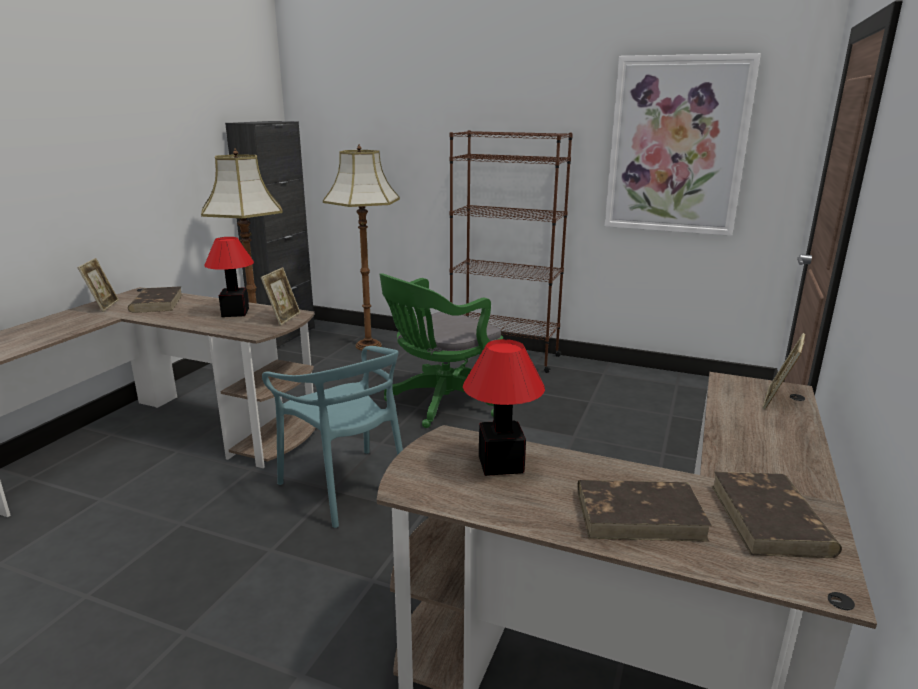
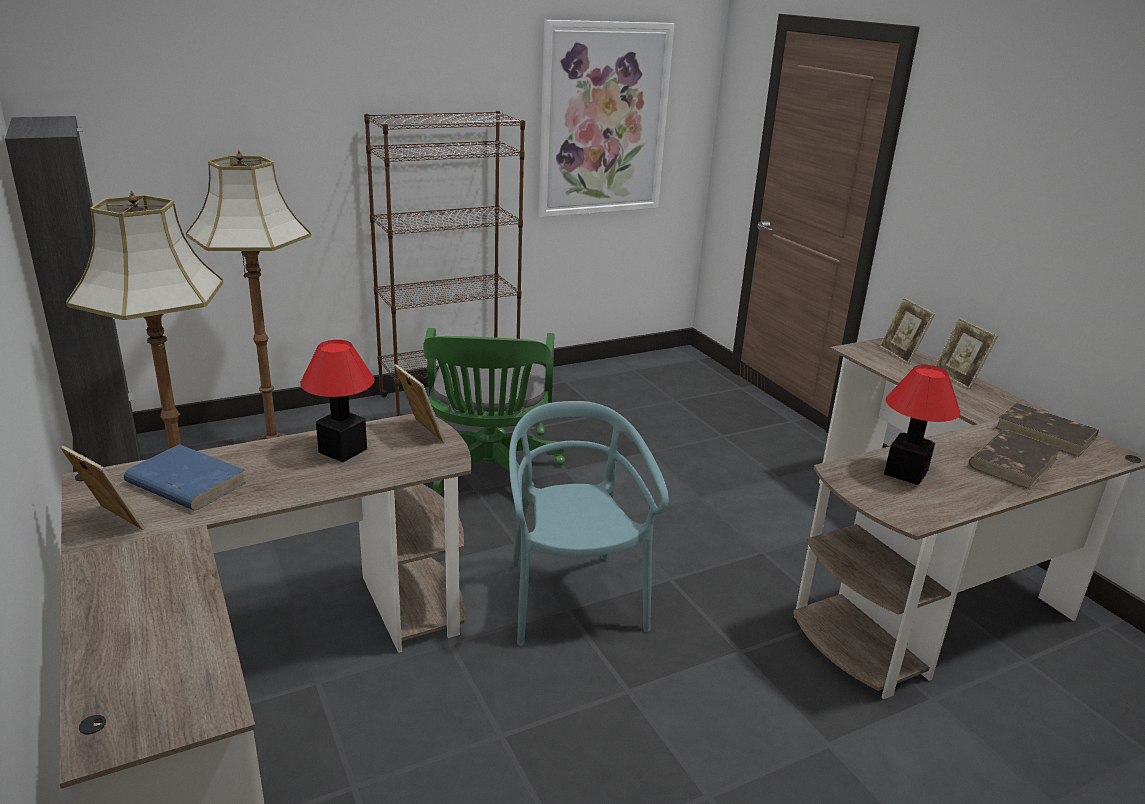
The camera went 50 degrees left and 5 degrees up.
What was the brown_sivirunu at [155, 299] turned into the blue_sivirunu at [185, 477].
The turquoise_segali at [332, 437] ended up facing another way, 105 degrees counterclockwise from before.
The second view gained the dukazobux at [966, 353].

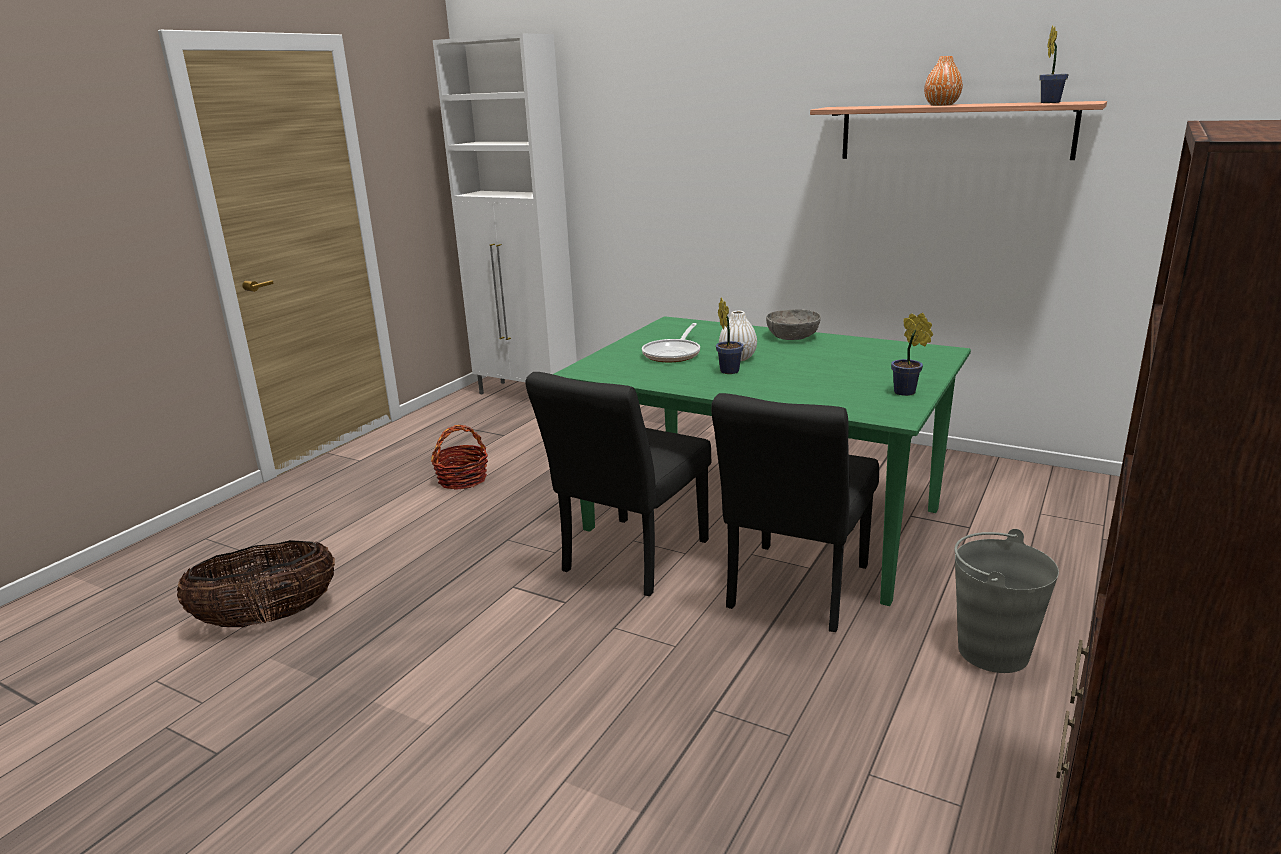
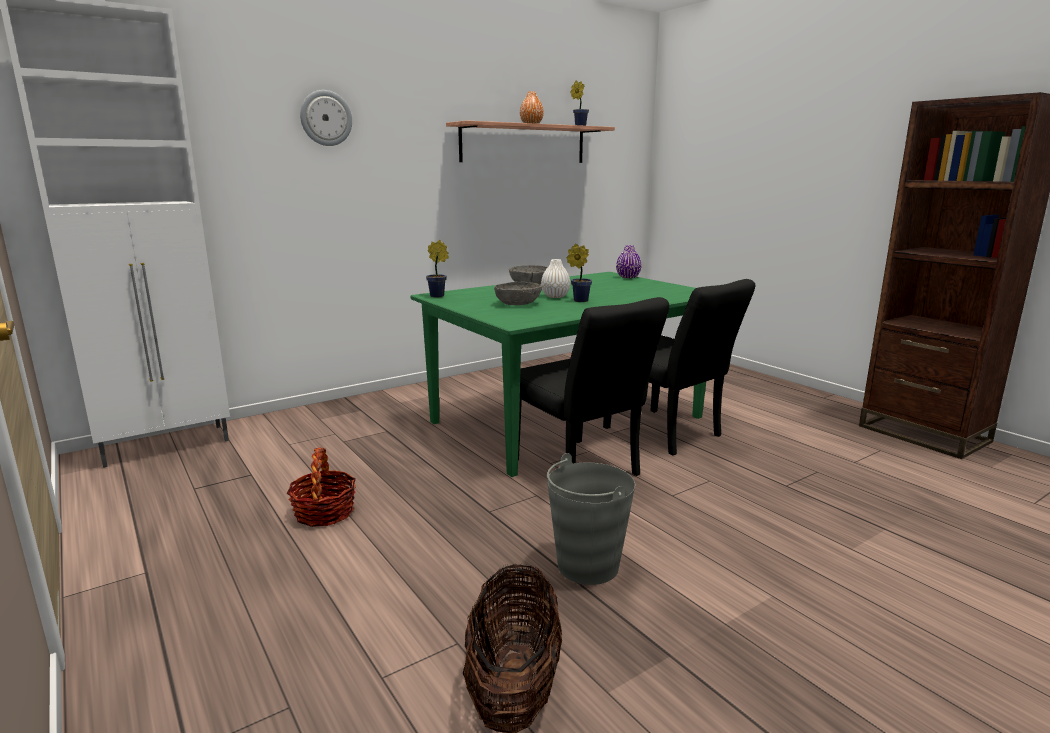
The camera went 65 degrees left and 5 degrees down.
The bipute ended up elsewhere, having gone from [912, 354] to [437, 268].
Where the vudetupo stood at [671, 342], the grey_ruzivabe came to stand at [518, 293].
The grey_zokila ended up elsewhere, having gone from [1006, 601] to [591, 519].
The second view gained the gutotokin at [326, 118].
The second view gained the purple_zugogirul at [629, 261].

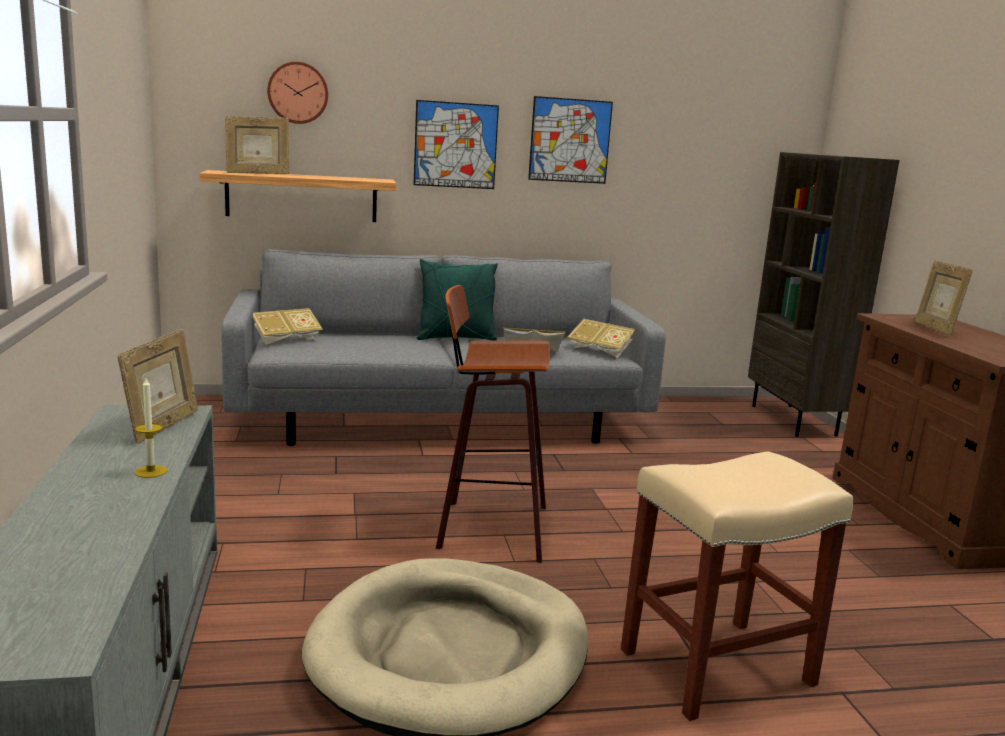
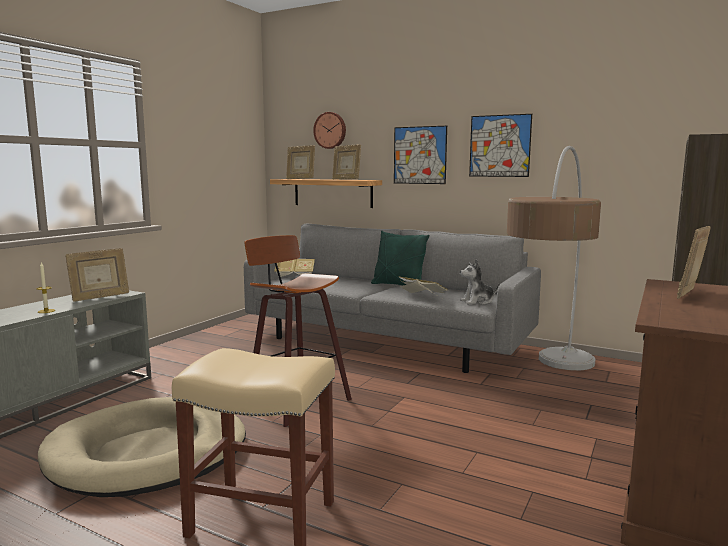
The camera went 40 degrees right and 5 degrees down.
Where the sivirunu stood at [601, 338], the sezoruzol came to stand at [479, 282].
The second view gained the dukazobux at [346, 162].
The second view gained the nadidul at [554, 258].

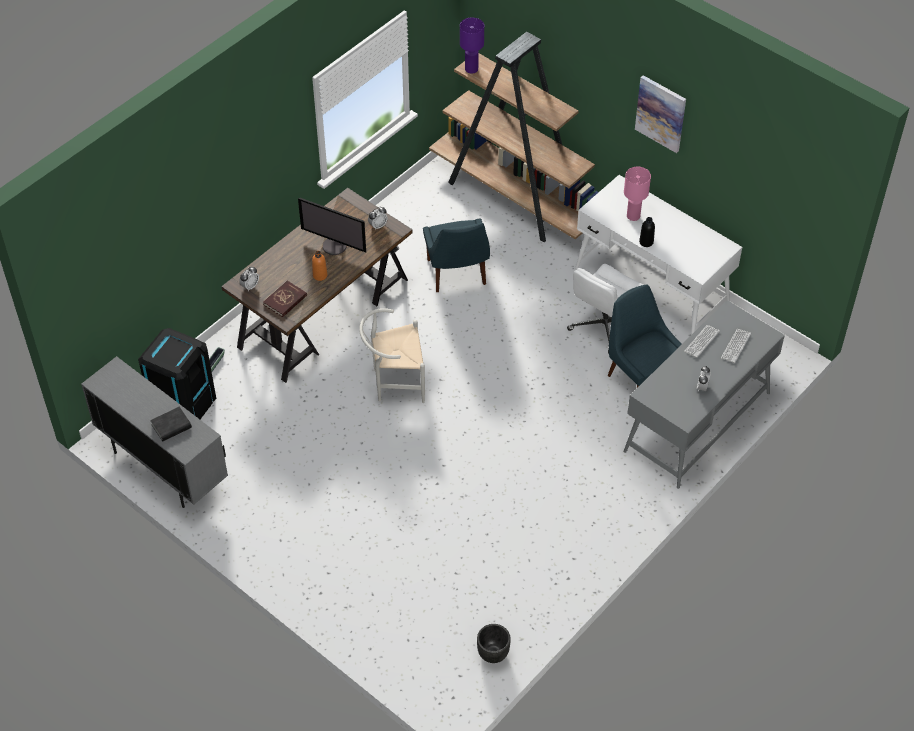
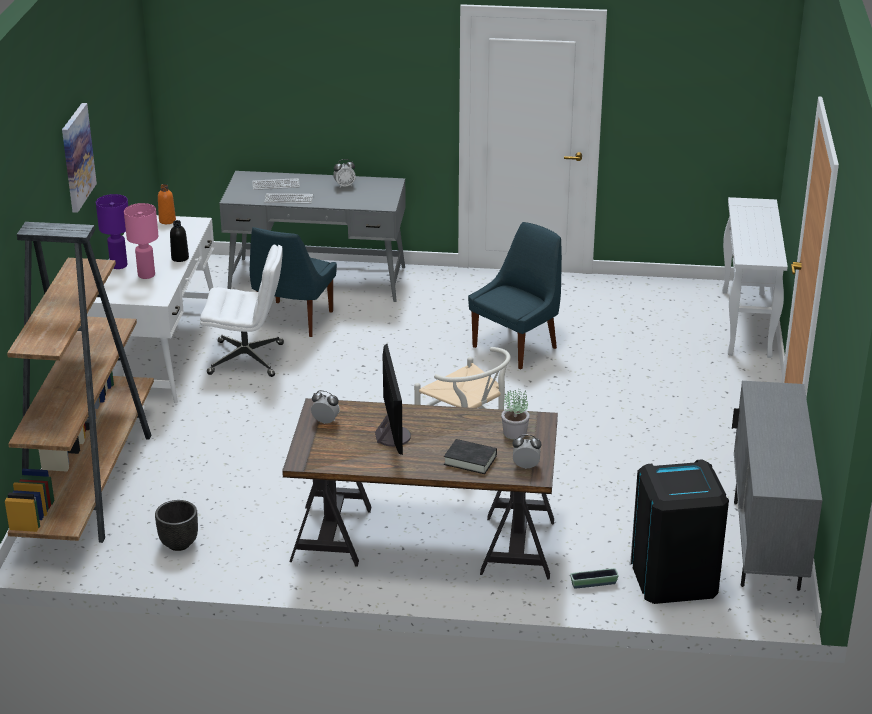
The camera went 125 degrees left and 20 degrees down.
The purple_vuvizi ended up elsewhere, having gone from [472, 46] to [112, 231].
The blue_segali ended up elsewhere, having gone from [456, 255] to [515, 295].
The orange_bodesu ended up elsewhere, having gone from [319, 266] to [167, 204].
Where the red_sivirunu stood at [285, 299], the bipute came to stand at [515, 414].
The black_sivirunu ended up elsewhere, having gone from [171, 424] to [470, 456].
The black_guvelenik ended up elsewhere, having gone from [494, 643] to [176, 525].
The second view gained the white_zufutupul at [755, 277].

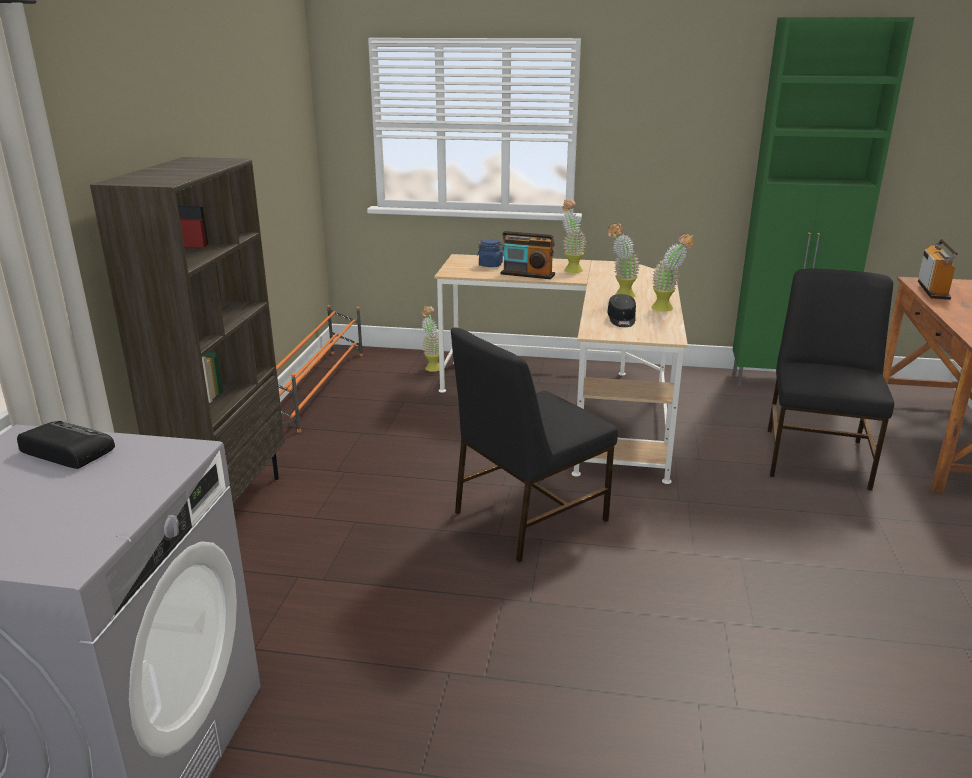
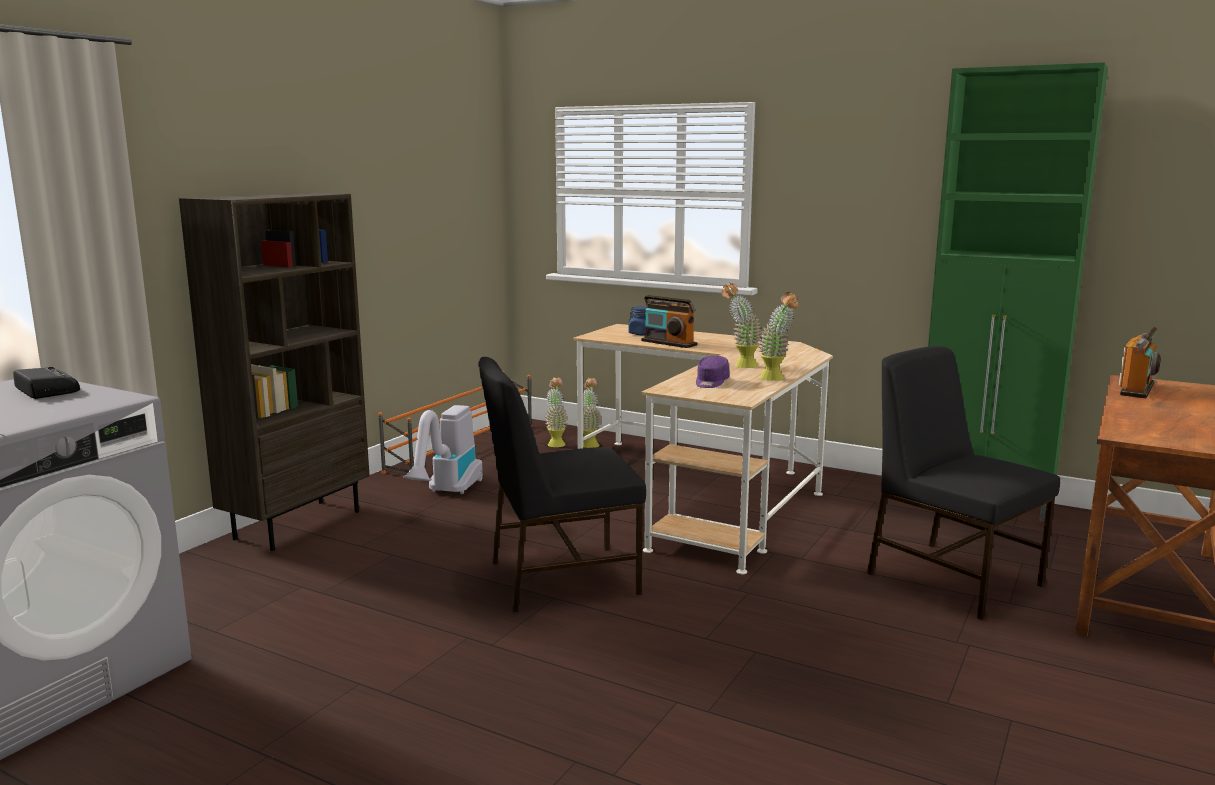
The camera went 20 degrees right and 10 degrees down.
The bipute ended up elsewhere, having gone from [574, 236] to [556, 412].
The black_segali at [831, 380] ended up facing another way, 75 degrees counterclockwise from before.
What was the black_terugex at [621, 310] turned into the purple_terugex at [712, 372].
The second view gained the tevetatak at [443, 449].

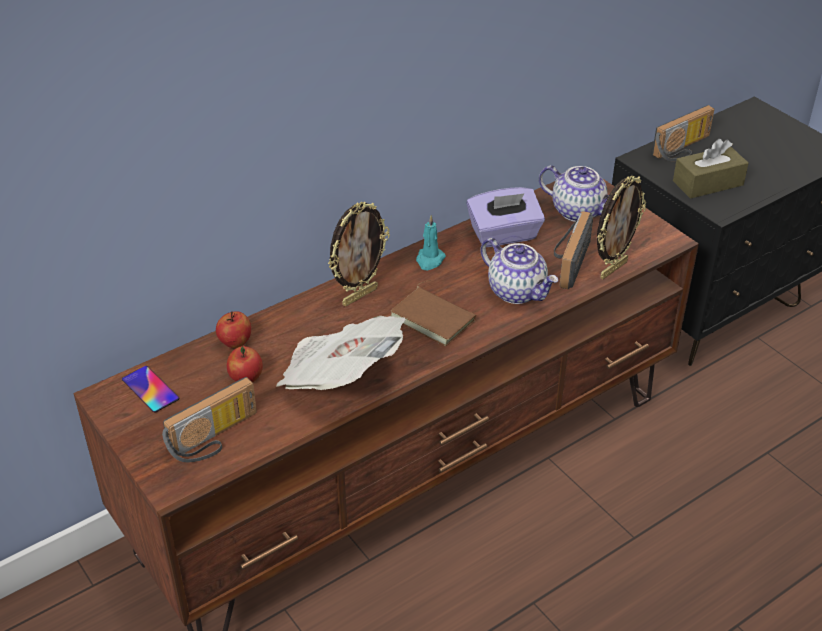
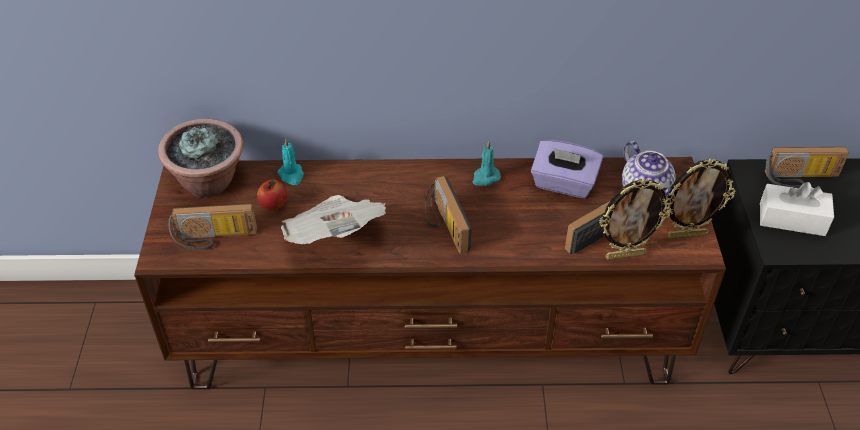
The camera went 35 degrees right and 5 degrees up.
What was the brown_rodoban at [711, 169] turned into the white_rodoban at [797, 209].
The dukazobux ended up elsewhere, having gone from [359, 254] to [700, 199].
The second view lost the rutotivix at [519, 271].
Where the brown_sivirunu stood at [433, 313], the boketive came to stand at [448, 215].
Where the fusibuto stood at [233, 329], the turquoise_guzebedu came to stand at [290, 161].
Where the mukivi stood at [150, 389], the bipute came to stand at [200, 157].

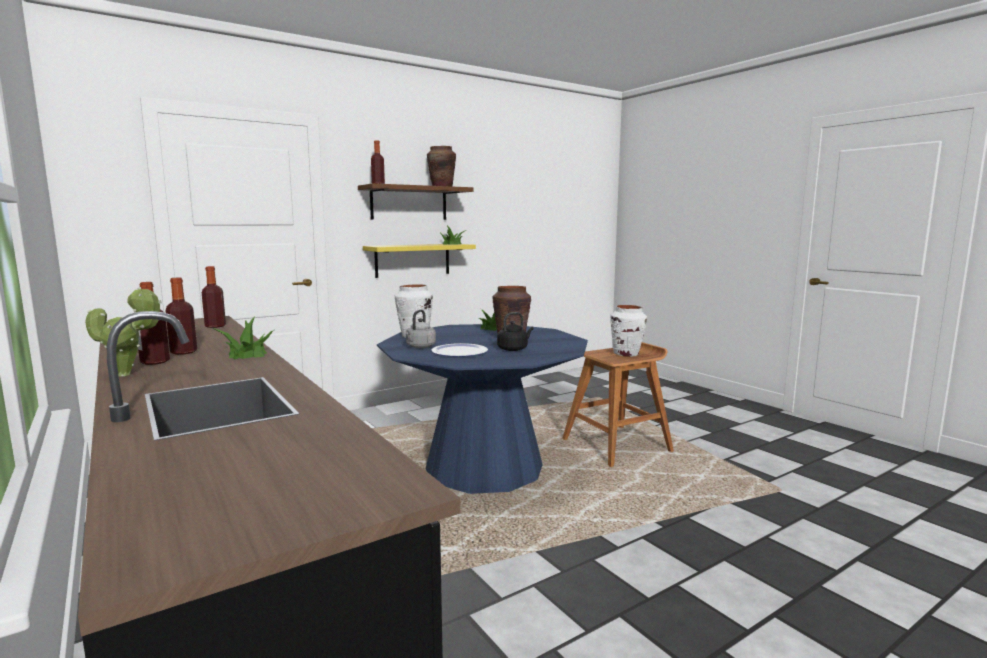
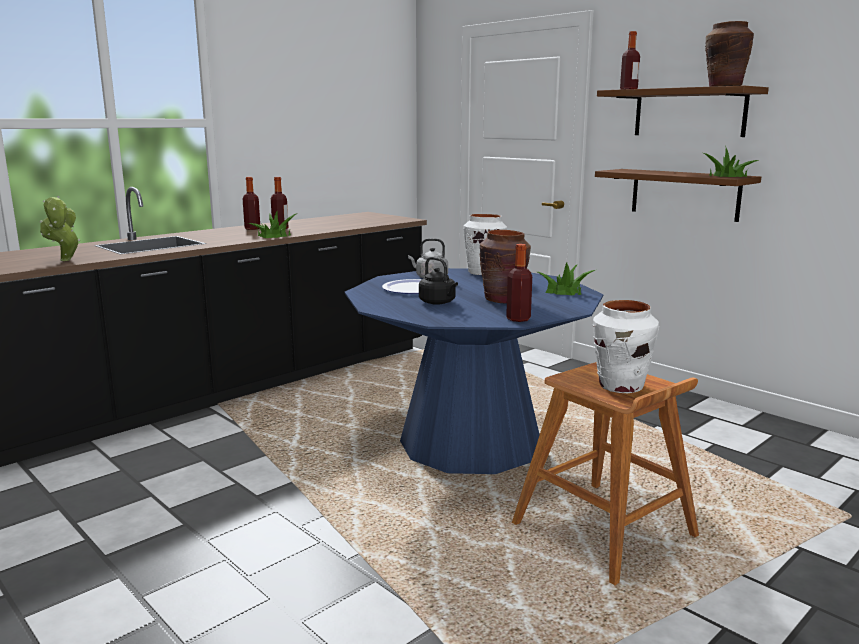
The camera went 80 degrees right and 5 degrees up.
What was the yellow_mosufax at [419, 261] turned into the brown_mosufax at [678, 195].
The bodesu ended up elsewhere, having gone from [214, 297] to [519, 283].
The bipute ended up elsewhere, having gone from [123, 332] to [60, 228].

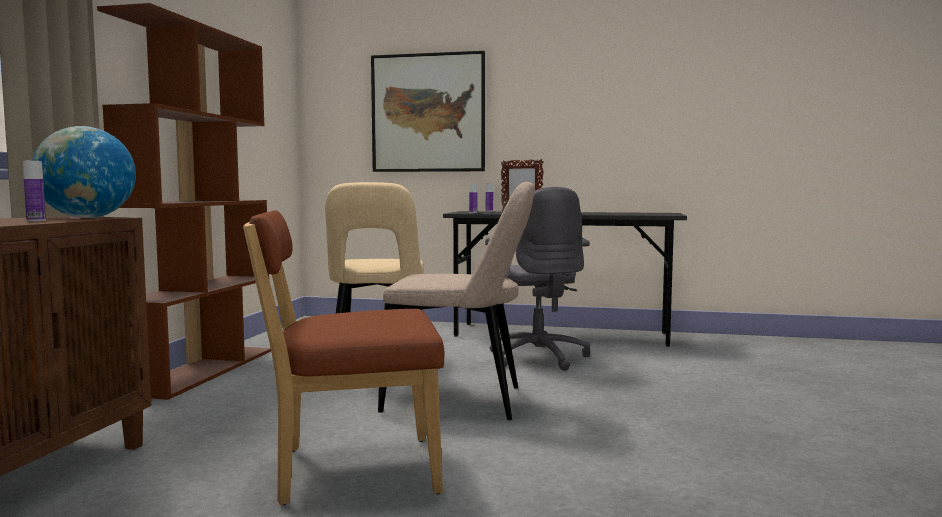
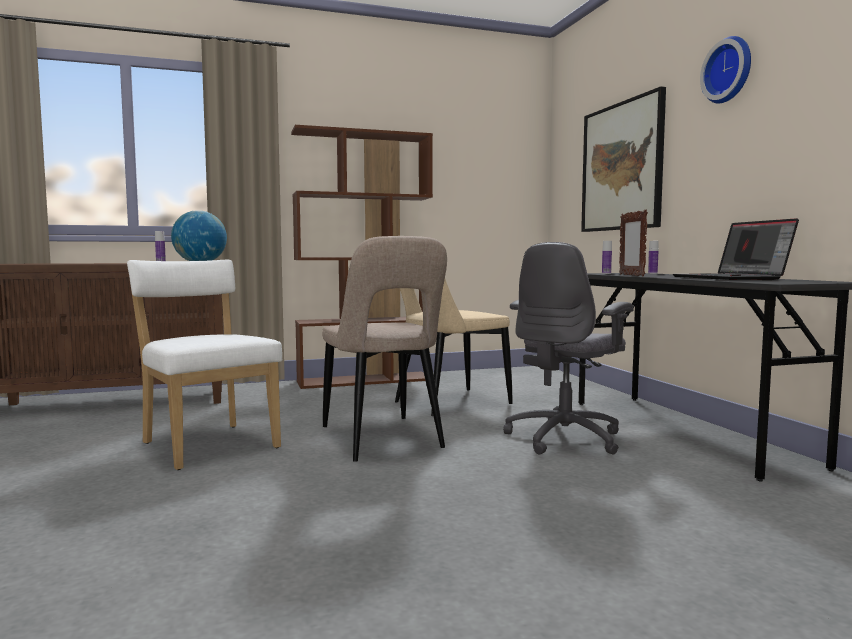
The camera went 60 degrees right and 0 degrees up.
What was the brown_segali at [344, 357] turned into the white_segali at [204, 365].
The second view gained the gutotokin at [725, 69].
The second view gained the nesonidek at [736, 249].

